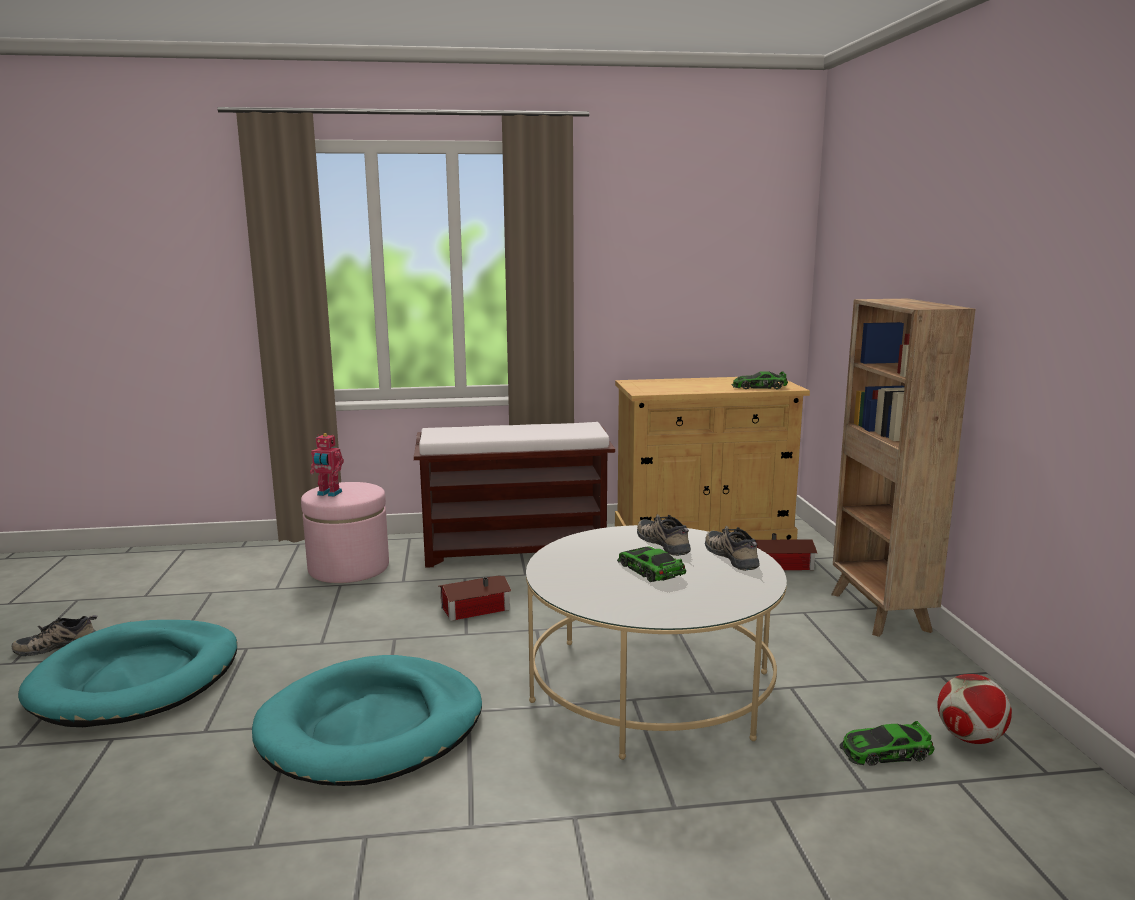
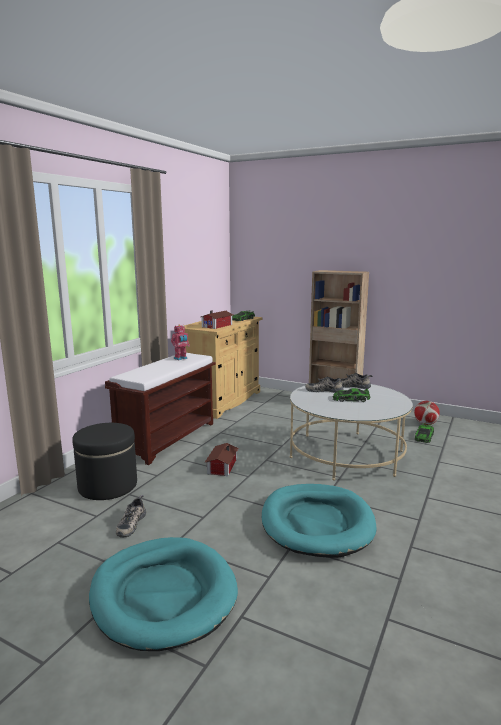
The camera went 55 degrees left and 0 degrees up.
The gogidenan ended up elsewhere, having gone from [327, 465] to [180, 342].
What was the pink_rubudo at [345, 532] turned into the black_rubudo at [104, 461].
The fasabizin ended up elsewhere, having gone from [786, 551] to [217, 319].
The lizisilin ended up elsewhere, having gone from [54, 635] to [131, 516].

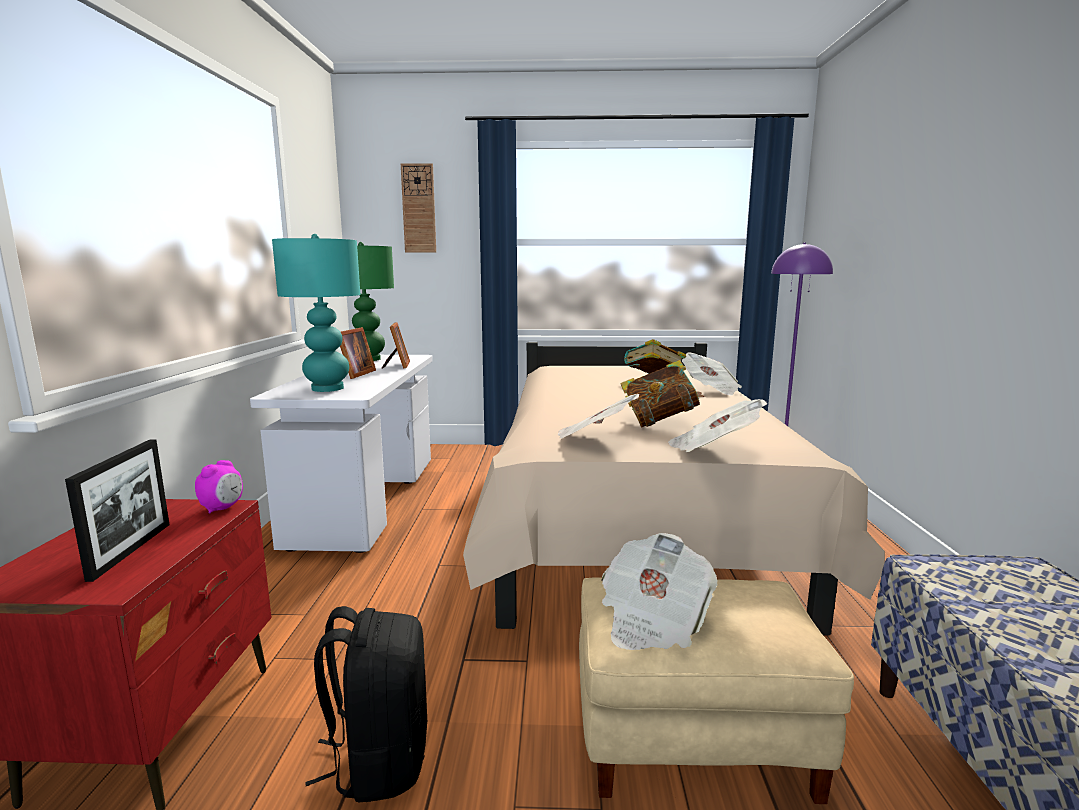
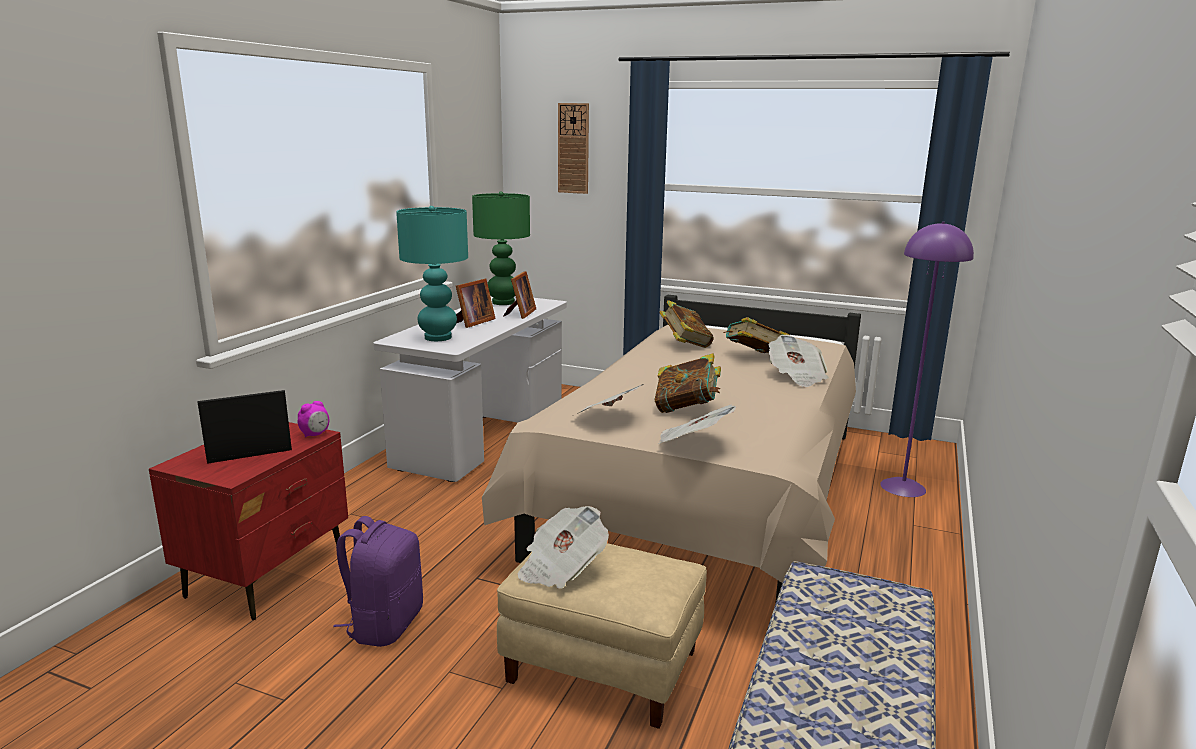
The camera went 20 degrees right and 5 degrees up.
The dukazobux at [117, 510] ended up facing another way, 135 degrees counterclockwise from before.
What was the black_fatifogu at [366, 704] turned into the purple_fatifogu at [378, 581].
The second view gained the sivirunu at [686, 324].

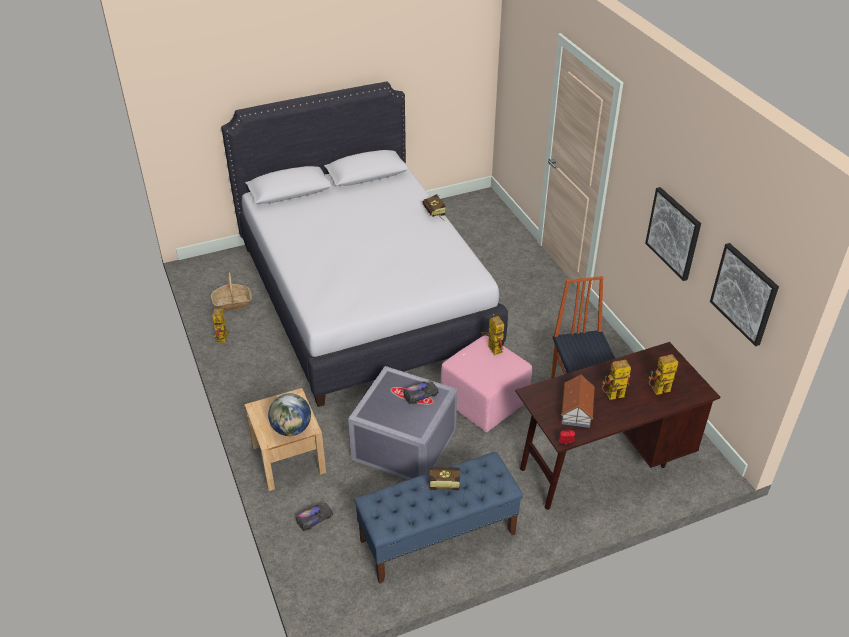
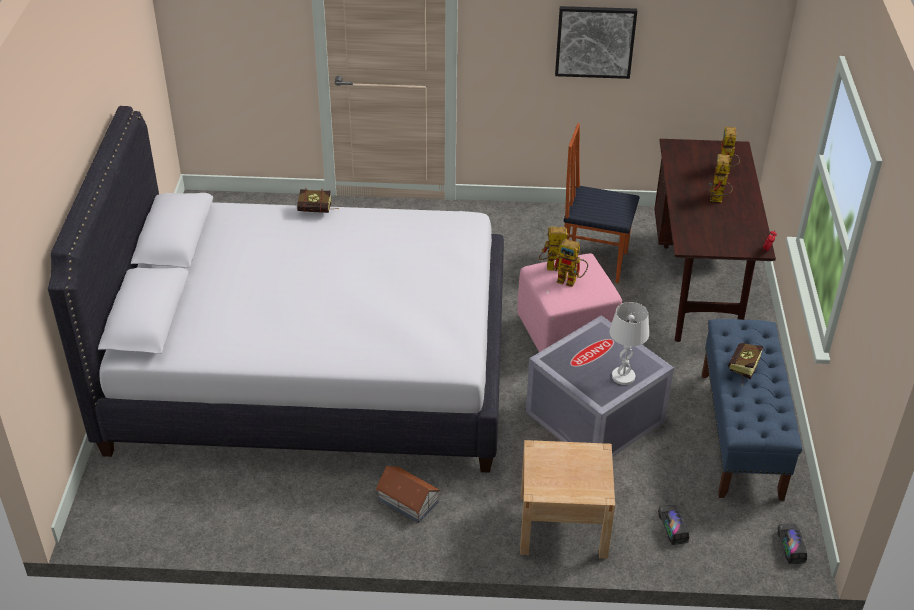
The camera went 65 degrees left and 0 degrees up.
The second view lost the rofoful at [744, 294].
The second view lost the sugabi at [231, 292].
The gogidenan ended up elsewhere, having gone from [220, 325] to [570, 263].
The fasabizin ended up elsewhere, having gone from [578, 401] to [408, 494].
The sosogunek ended up elsewhere, having gone from [421, 393] to [792, 544].
The second view lost the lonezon at [289, 414].
The second view gained the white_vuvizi at [629, 343].

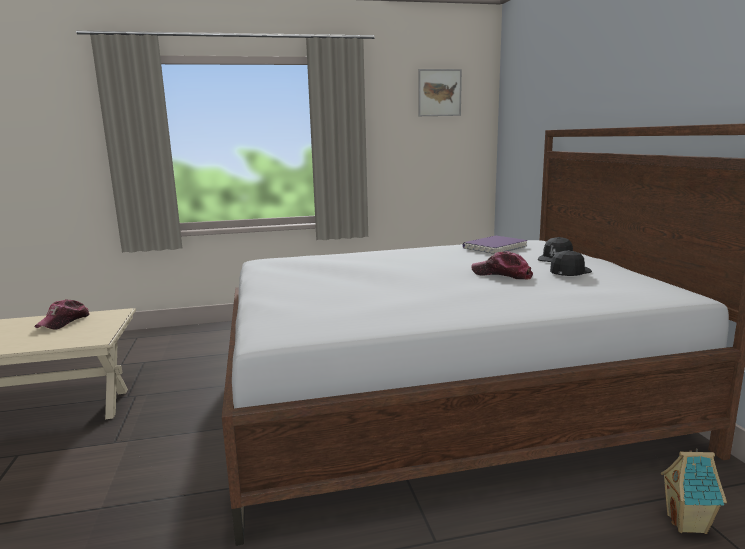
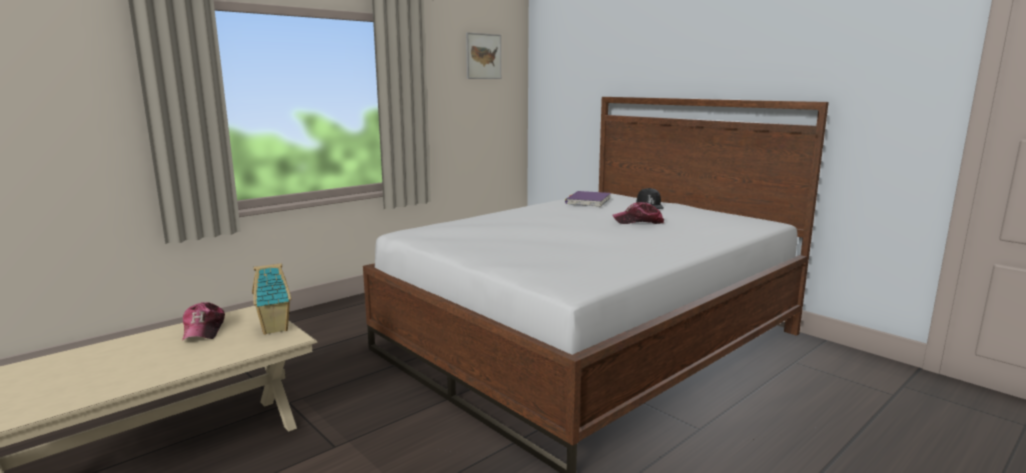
The camera went 30 degrees left and 0 degrees up.
The second view lost the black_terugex at [571, 263].
The fasabizin ended up elsewhere, having gone from [694, 491] to [271, 299].

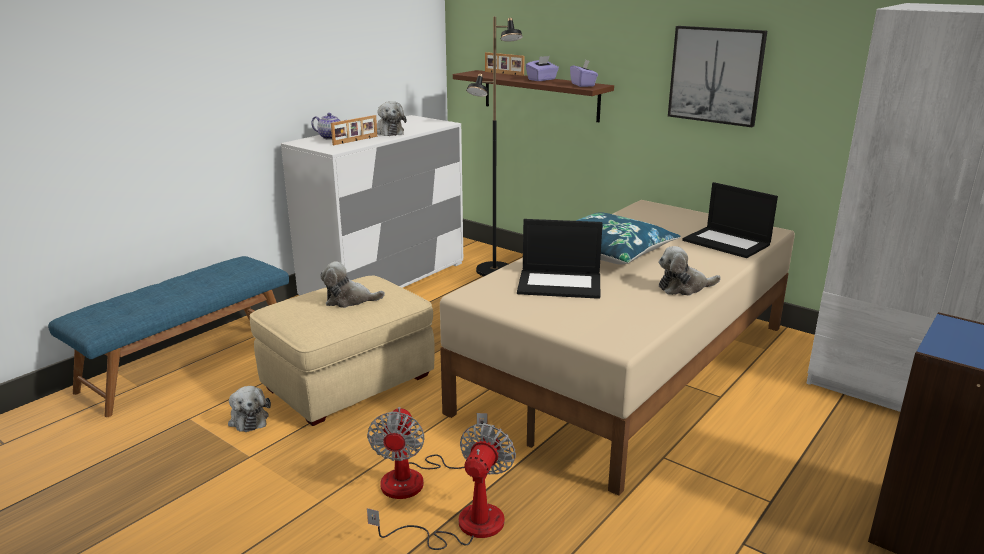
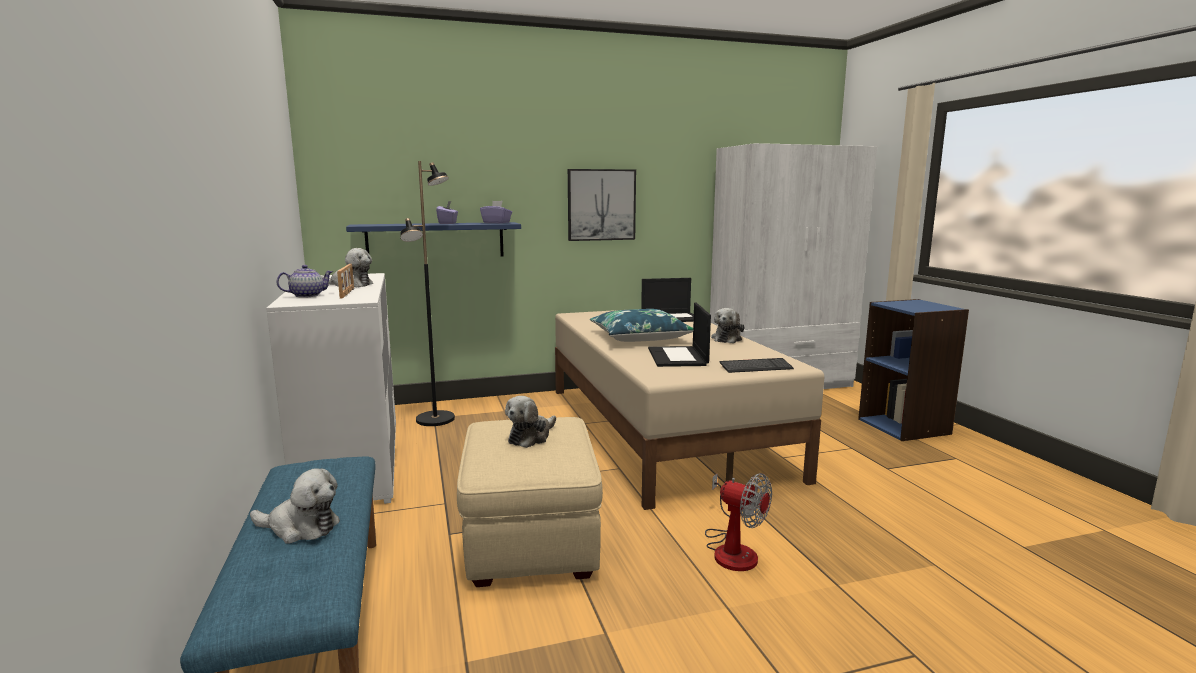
The camera went 55 degrees left and 10 degrees down.
The second view lost the dukazobux at [505, 64].
What was the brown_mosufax at [533, 96] turned into the blue_mosufax at [433, 239].
The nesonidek at [560, 259] ended up facing another way, 135 degrees clockwise from before.
The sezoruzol ended up elsewhere, having gone from [249, 409] to [295, 505].
The second view lost the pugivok at [441, 486].
The second view gained the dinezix at [757, 365].

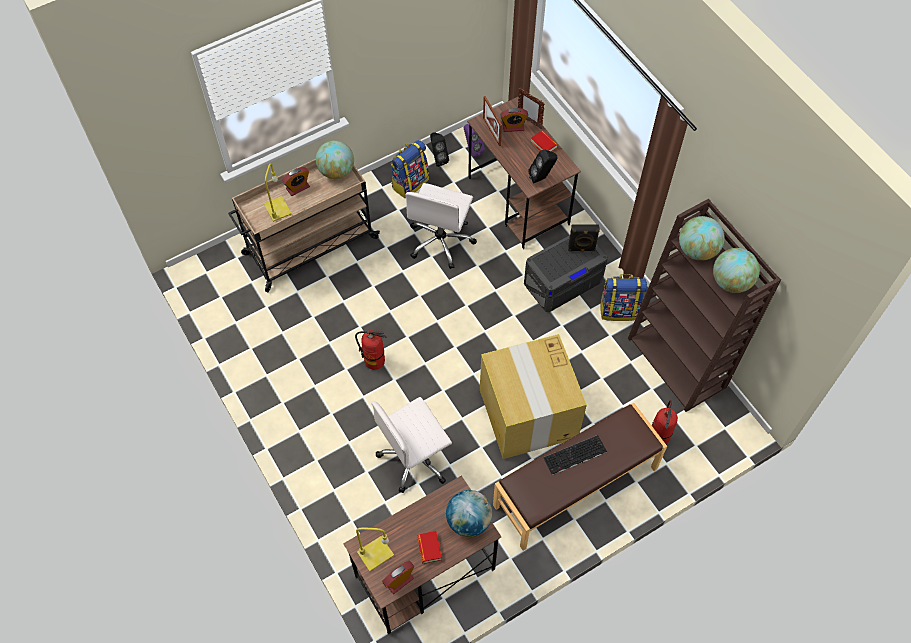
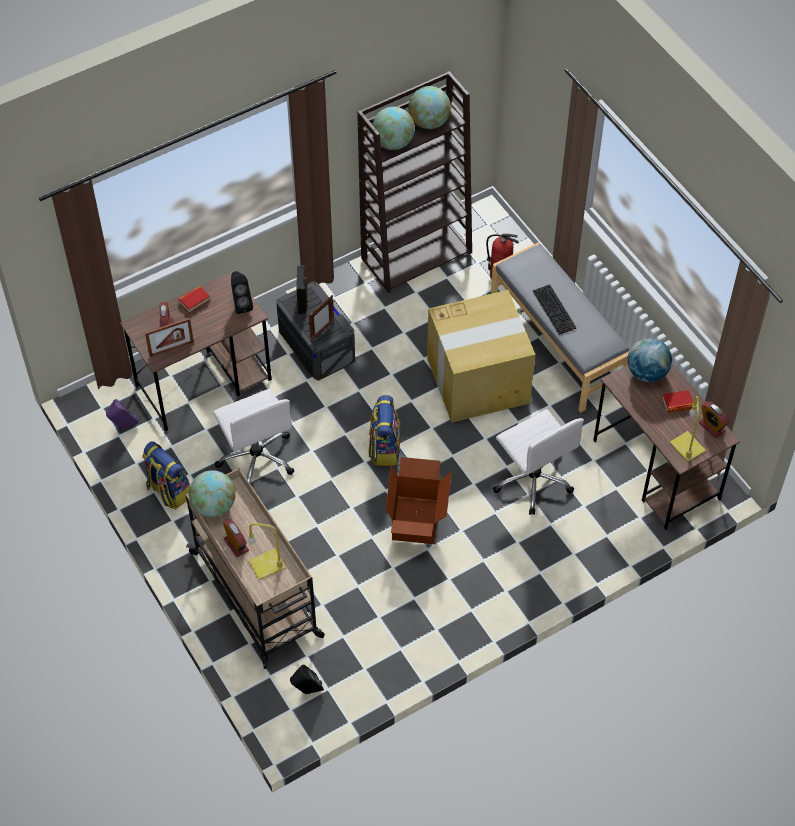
The camera went 90 degrees left and 5 degrees down.
The dukazobux ended up elsewhere, having gone from [531, 108] to [321, 318].
The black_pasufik ended up elsewhere, having gone from [439, 149] to [307, 679].
The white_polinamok at [441, 226] ended up facing another way, 45 degrees clockwise from before.
The fatifogu ended up elsewhere, having gone from [623, 297] to [384, 430].
Where the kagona stood at [370, 350], the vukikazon came to stand at [418, 500].
What was the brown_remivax at [580, 477] turned into the grey_remivax at [560, 327].

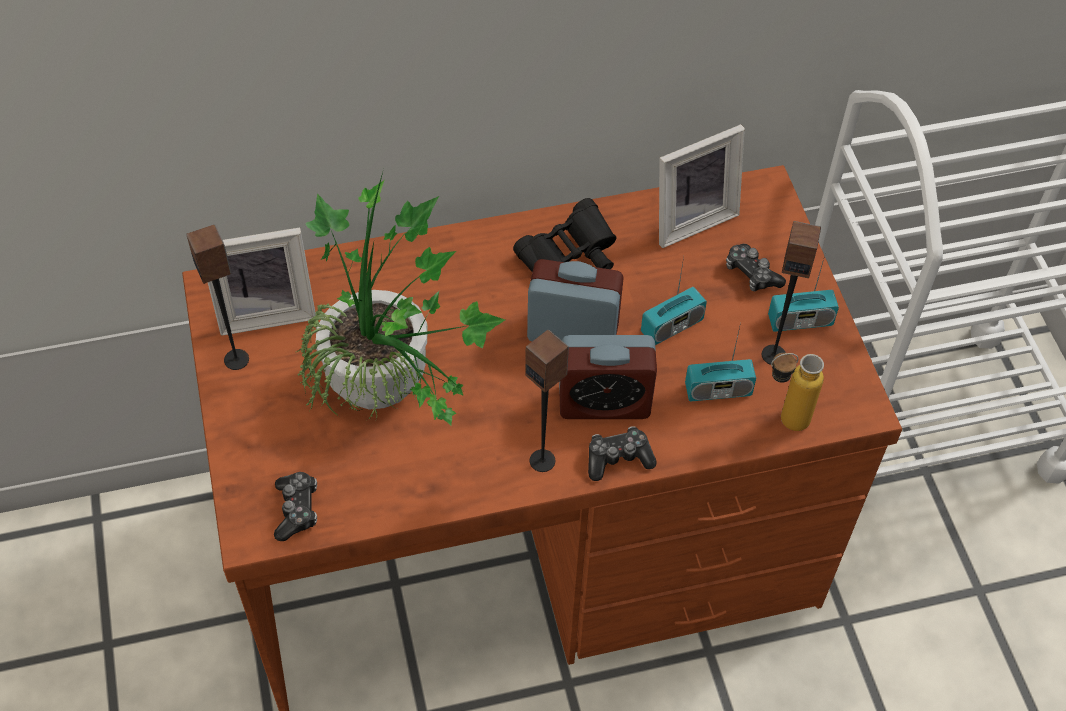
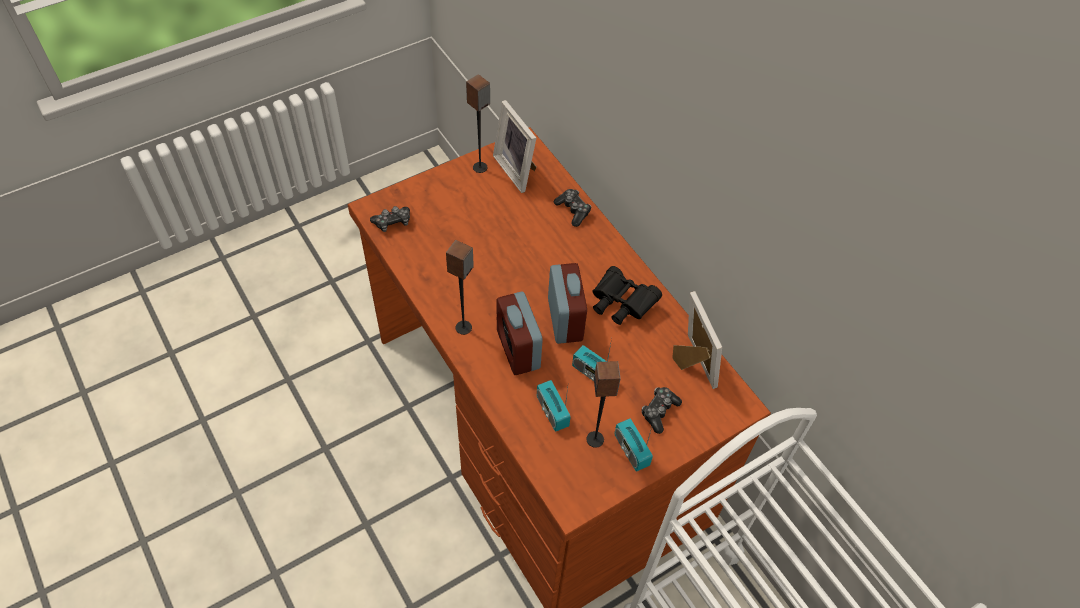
The camera went 70 degrees right and 0 degrees up.
The dukazobux at [702, 186] ended up facing another way, 150 degrees counterclockwise from before.
The second view lost the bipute at [400, 297].
The second view lost the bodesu at [797, 392].
The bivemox ended up elsewhere, having gone from [622, 453] to [572, 208].

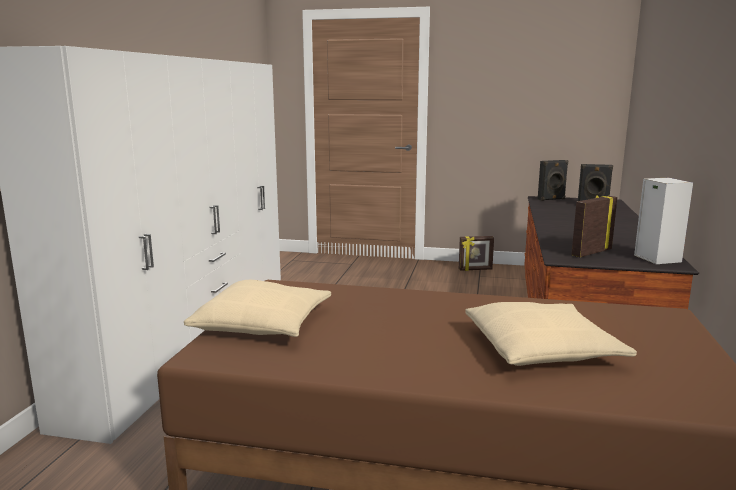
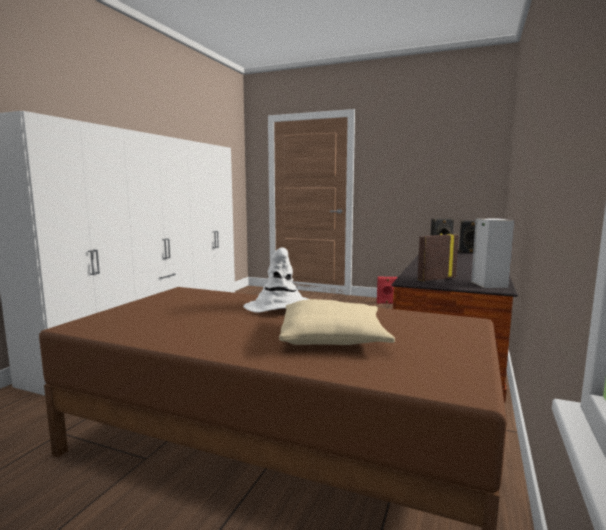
The camera went 10 degrees right and 5 degrees down.
Where the dukazobux stood at [476, 253], the red_pasufik came to stand at [387, 290].
The second view lost the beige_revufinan at [257, 308].
The second view gained the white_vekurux at [275, 280].

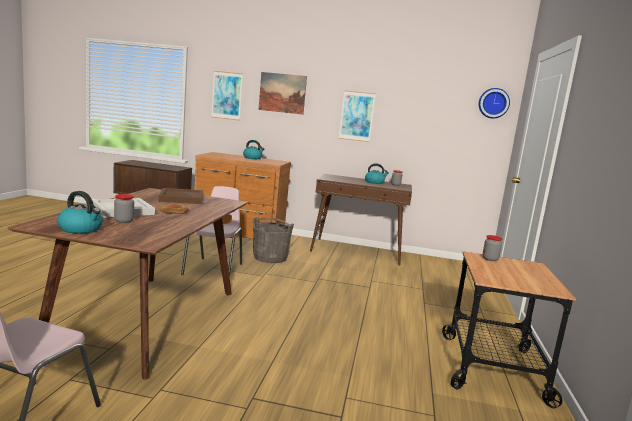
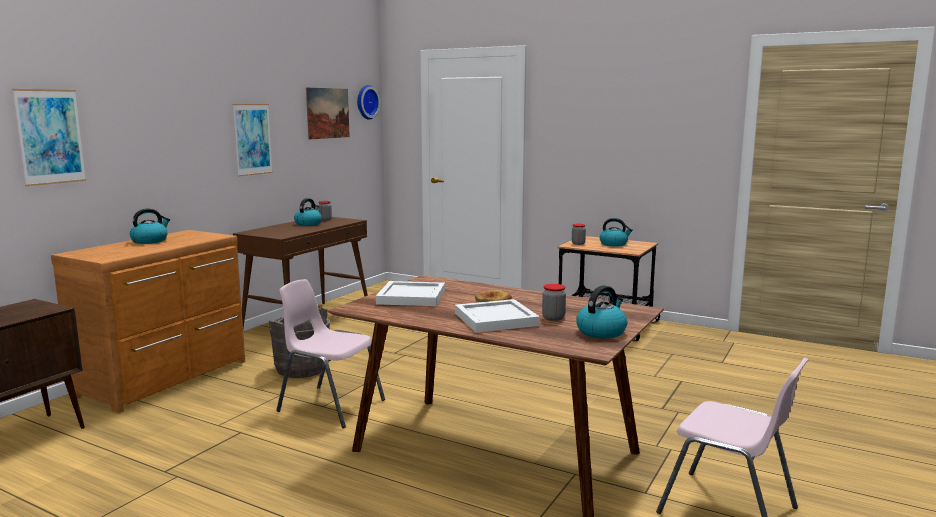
The camera went 70 degrees left and 0 degrees up.
The rofoful ended up elsewhere, having gone from [283, 93] to [328, 113].
What was the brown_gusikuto at [181, 196] turned into the white_gusikuto at [410, 293].
The second view gained the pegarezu at [616, 232].

